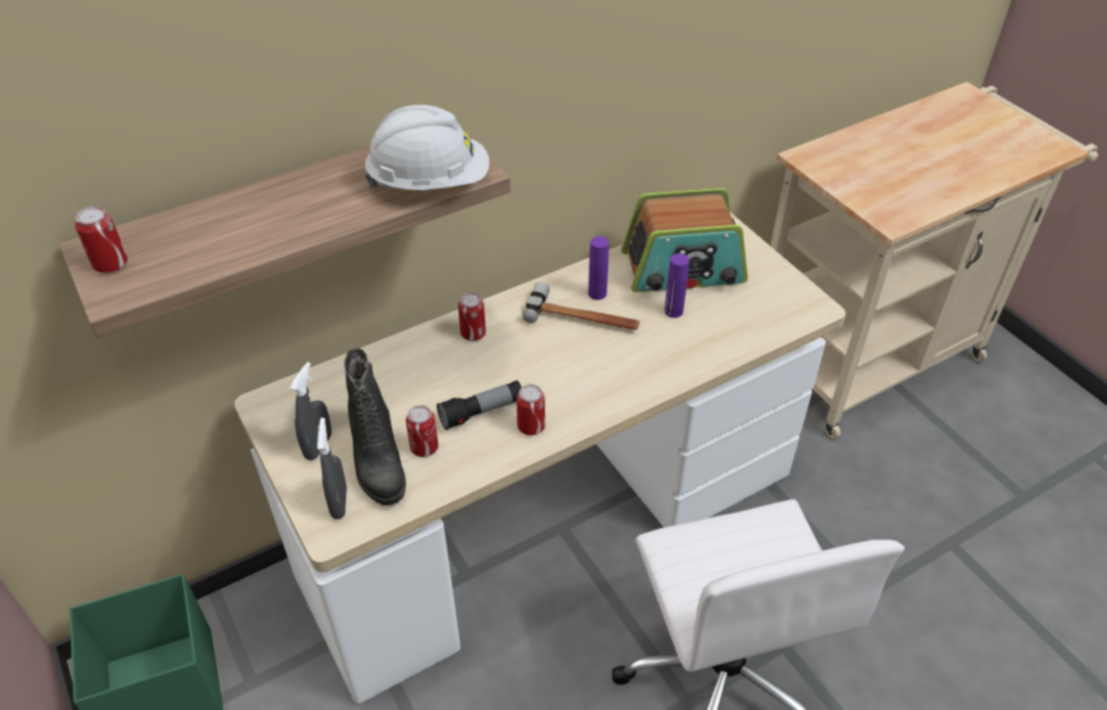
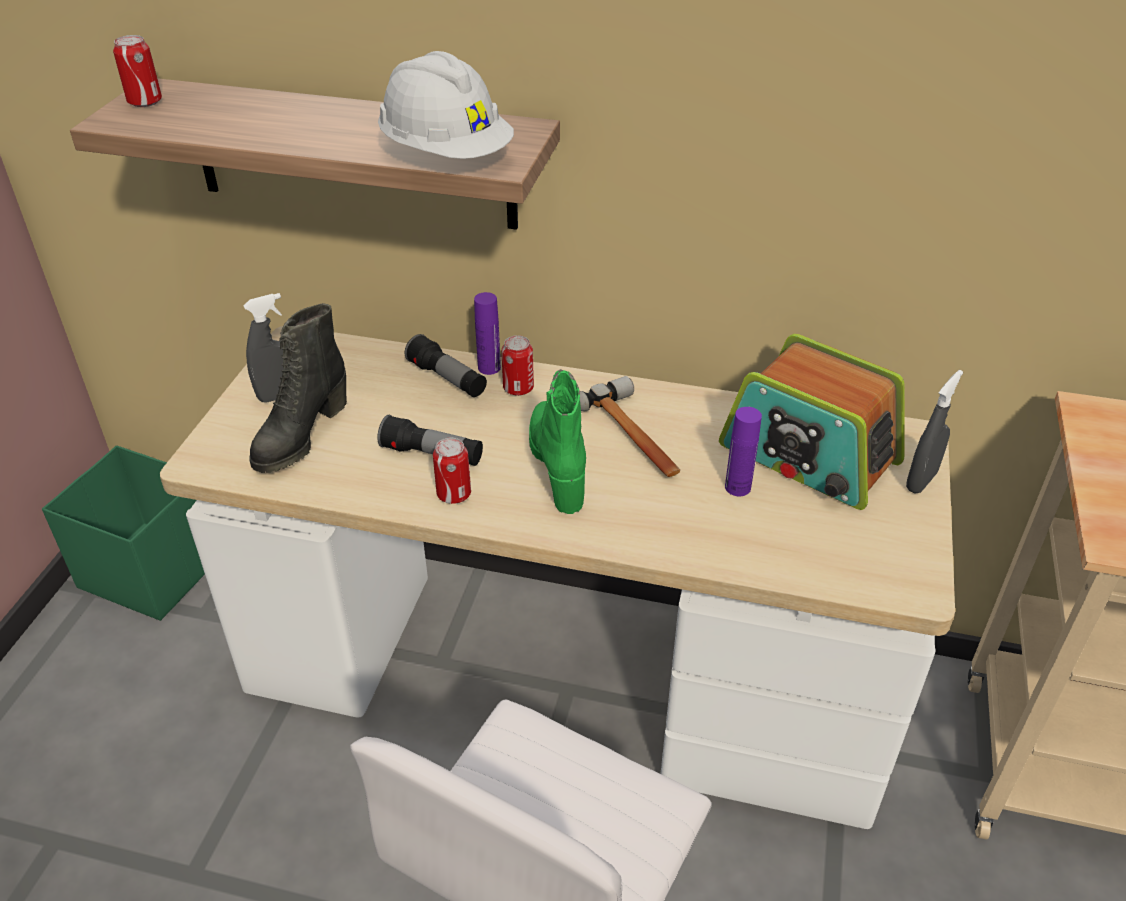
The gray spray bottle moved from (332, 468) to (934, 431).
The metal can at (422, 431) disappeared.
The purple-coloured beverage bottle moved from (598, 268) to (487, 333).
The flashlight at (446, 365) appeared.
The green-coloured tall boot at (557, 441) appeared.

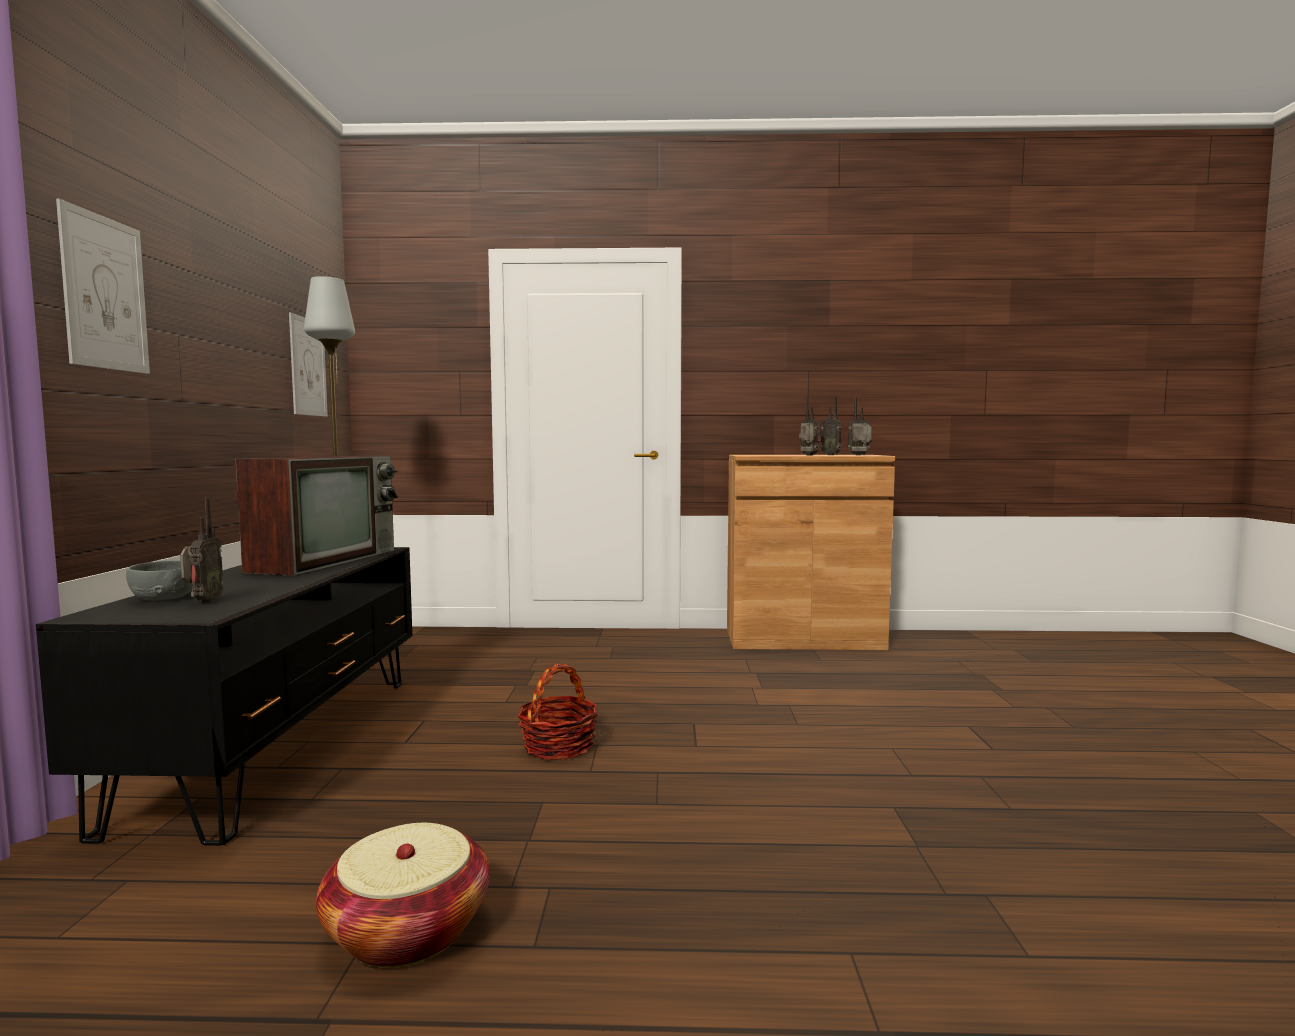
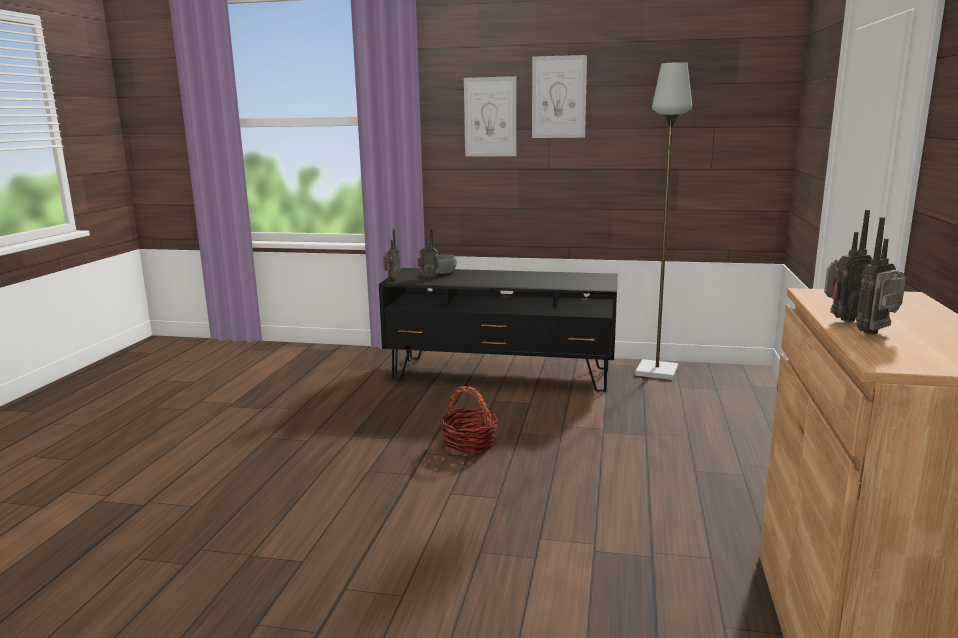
The TV set at (317, 516) disappeared.
The picture moved from (308, 365) to (559, 96).
The storage basket at (403, 895) disappeared.
The radio receiver moved from (860, 426) to (391, 254).

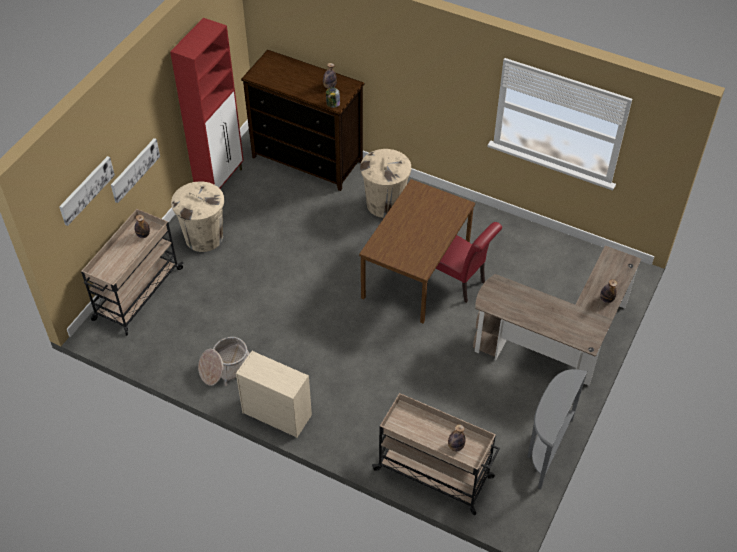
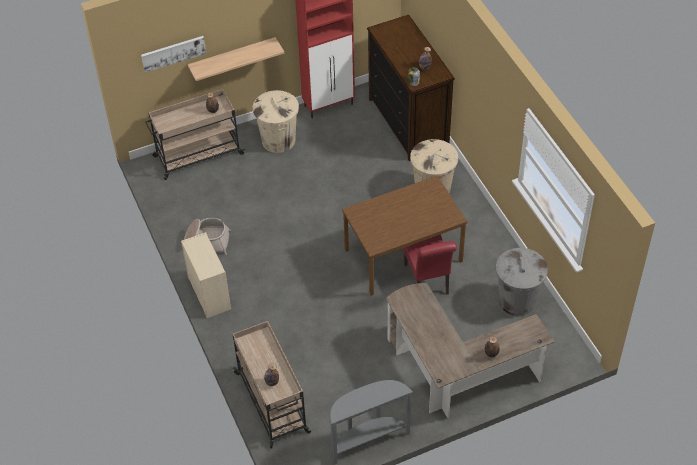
The picture at (135, 170) was replaced by the shelf at (236, 59).
The gray trash can at (522, 282) appeared.

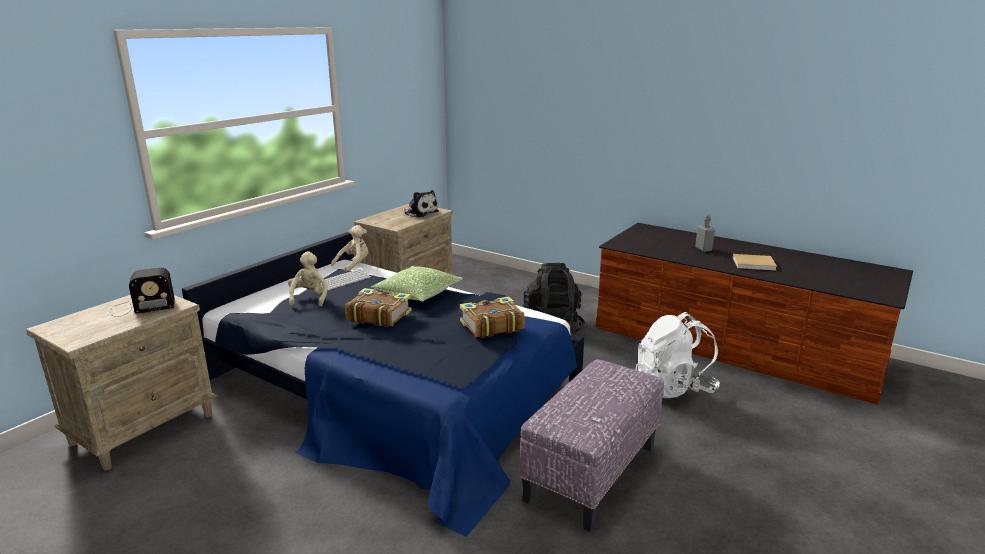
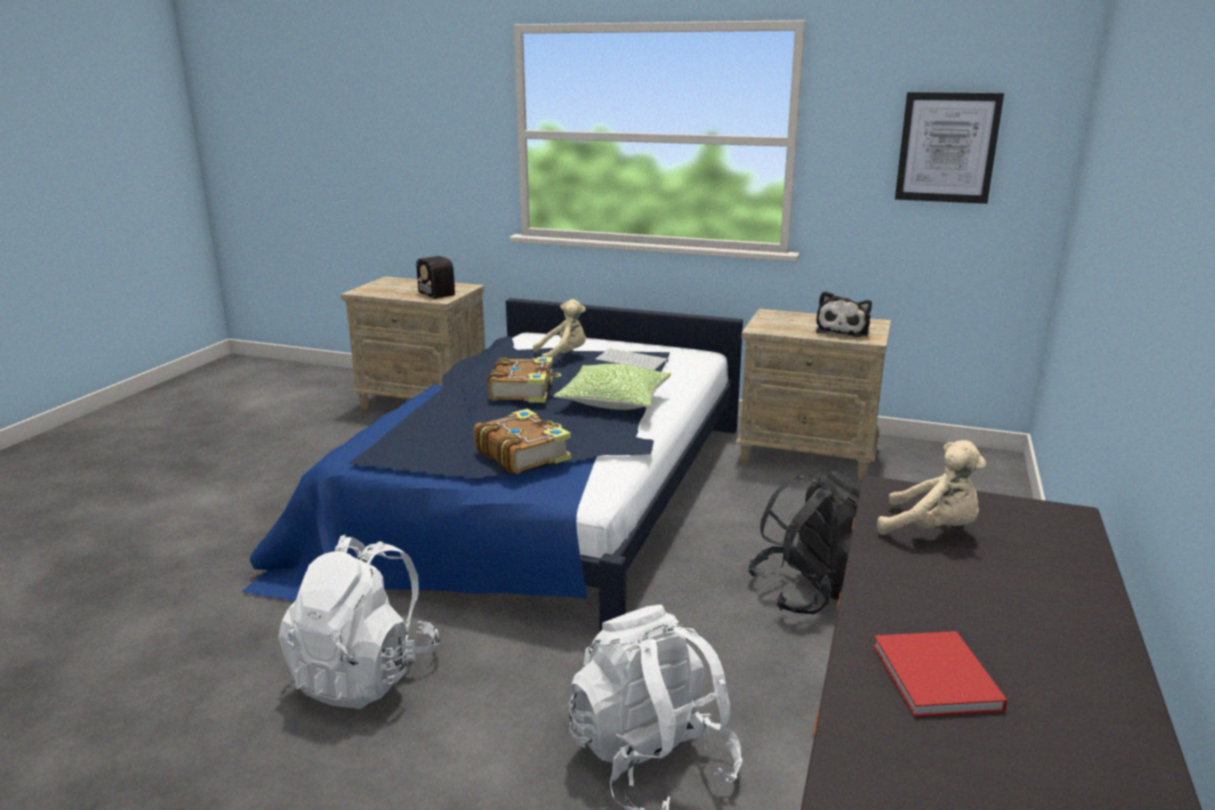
The sand-coloured soft toy moved from (349, 248) to (931, 487).
The footrest at (591, 445) was replaced by the white-coloured backpack at (359, 622).
The gray beverage bottle at (705, 233) disappeared.
The sand-coloured book at (755, 262) became the red book at (940, 674).
The picture at (949, 148) appeared.

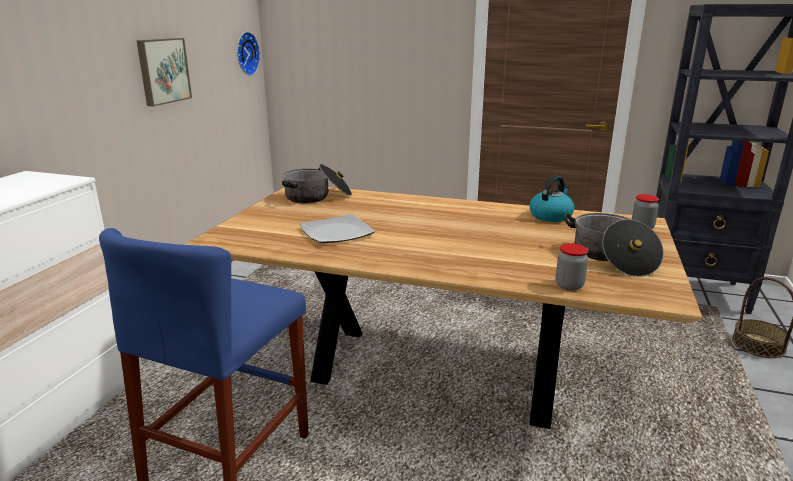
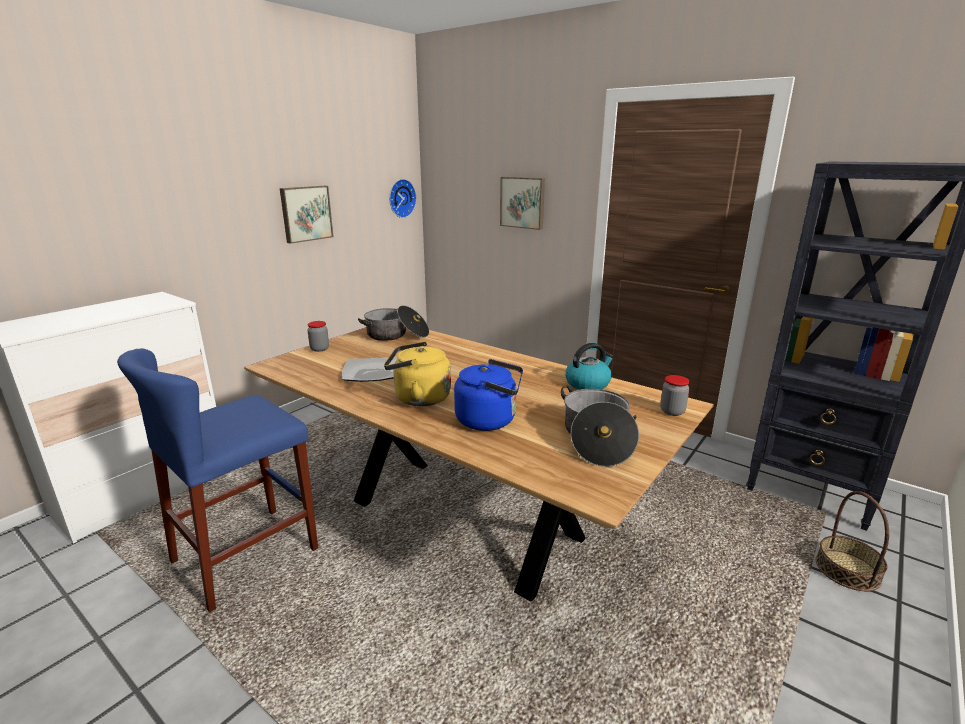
The preserve jar moved from (572, 267) to (318, 336).
The yellow water kettle at (417, 373) appeared.
The blue-coloured water kettle at (488, 395) appeared.
The picture at (522, 203) appeared.

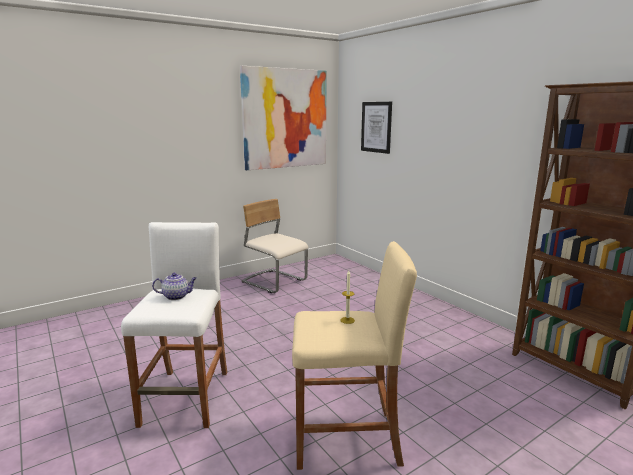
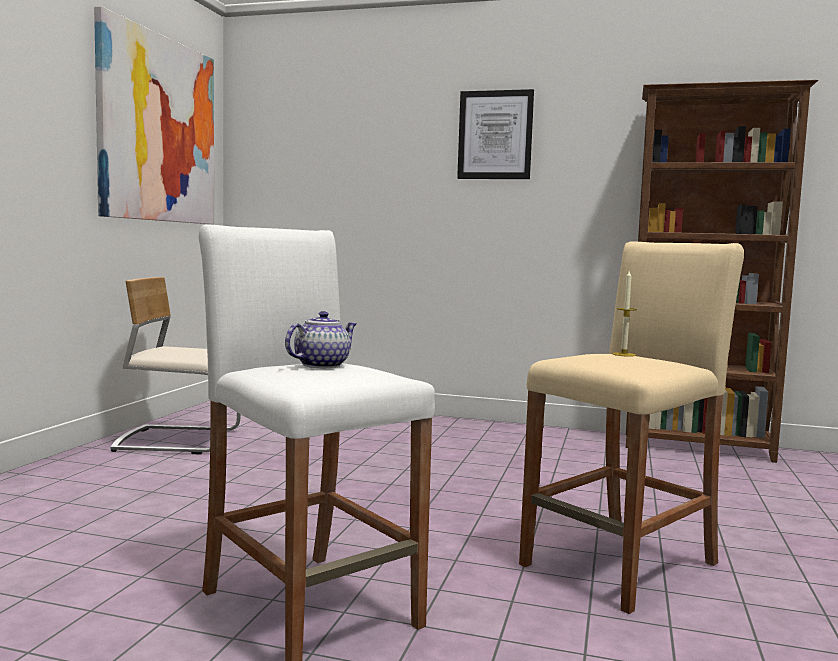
The picture moved from (376, 128) to (495, 134).

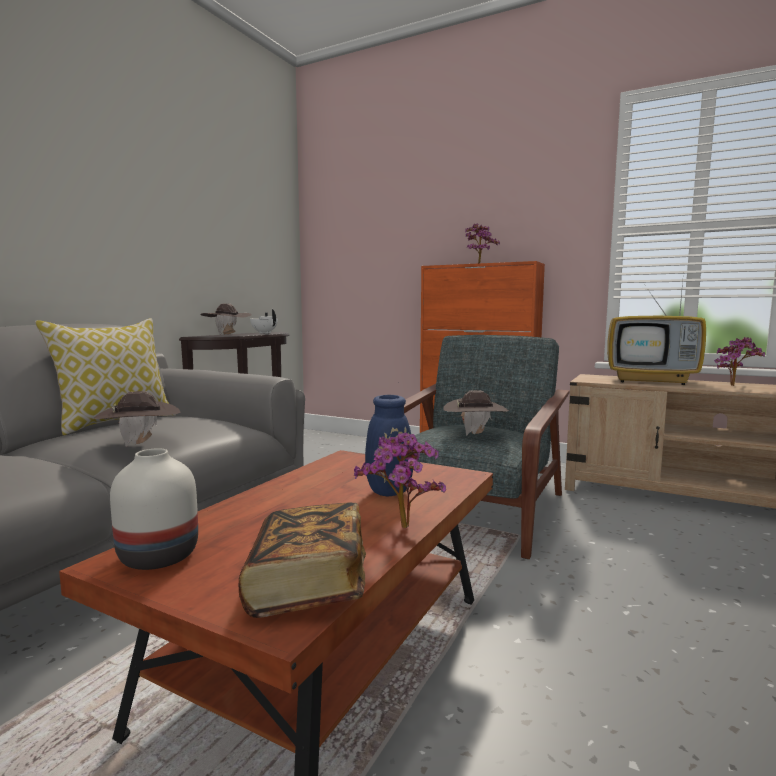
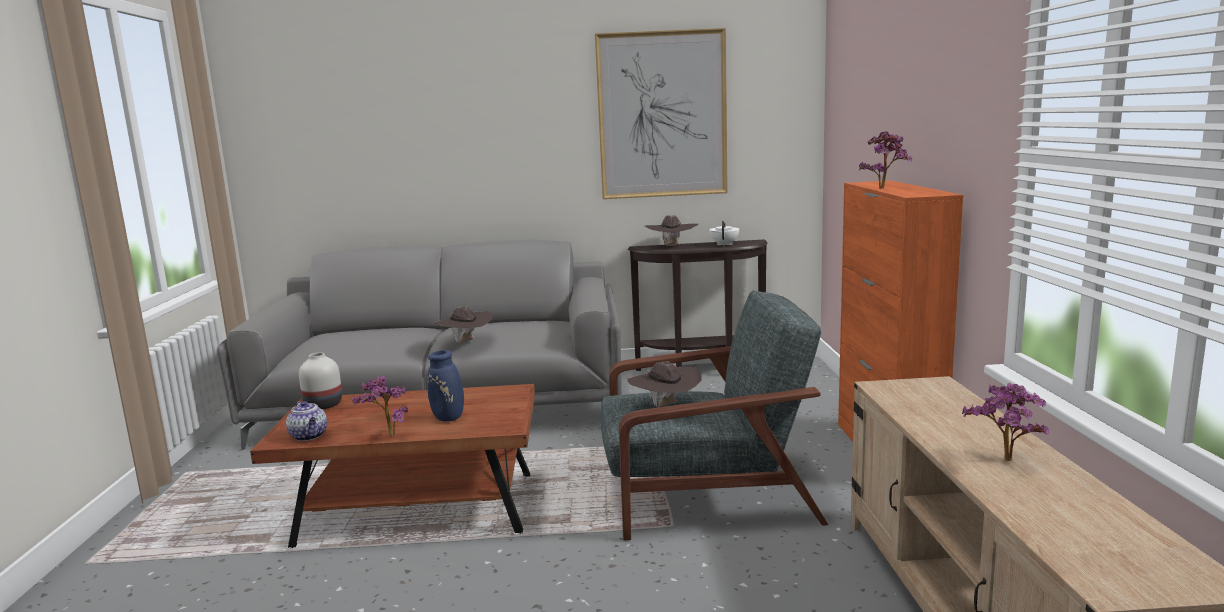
The throw pillow at (105, 377) disappeared.
The book at (302, 560) was replaced by the pot for tea at (306, 421).
The TV set at (656, 333) disappeared.
The picture at (661, 113) appeared.

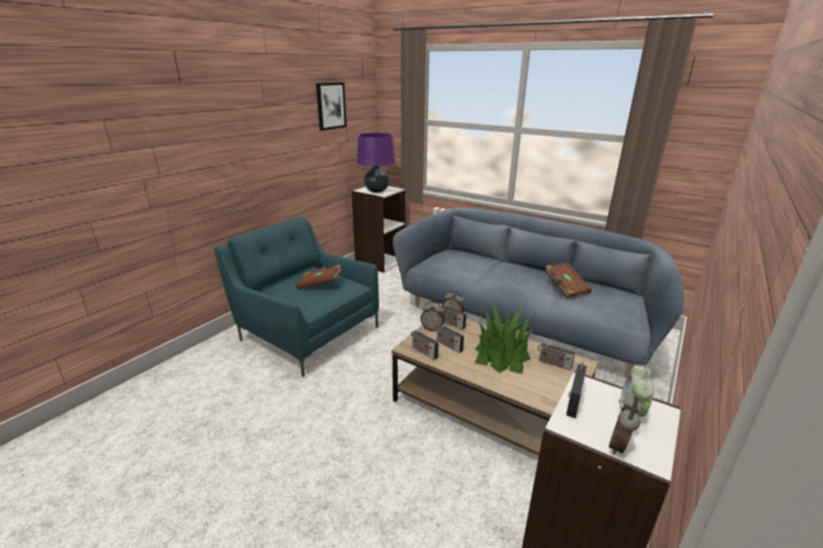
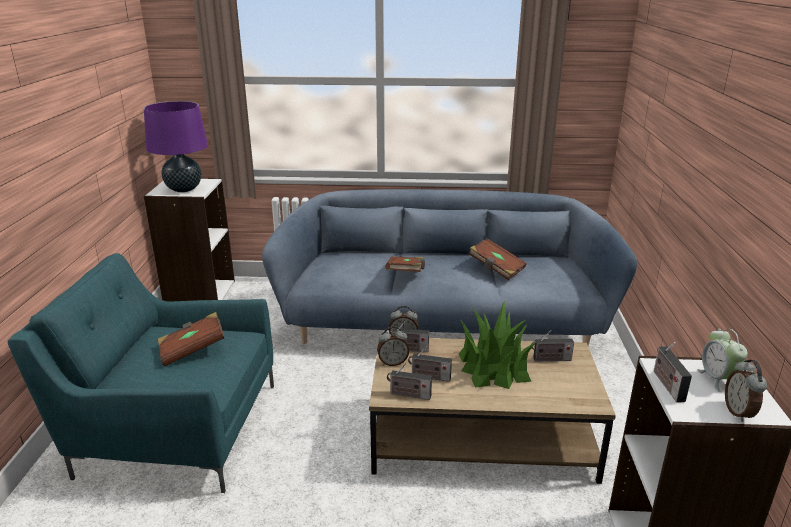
The picture at (331, 106) disappeared.
The brownish book at (405, 264) appeared.

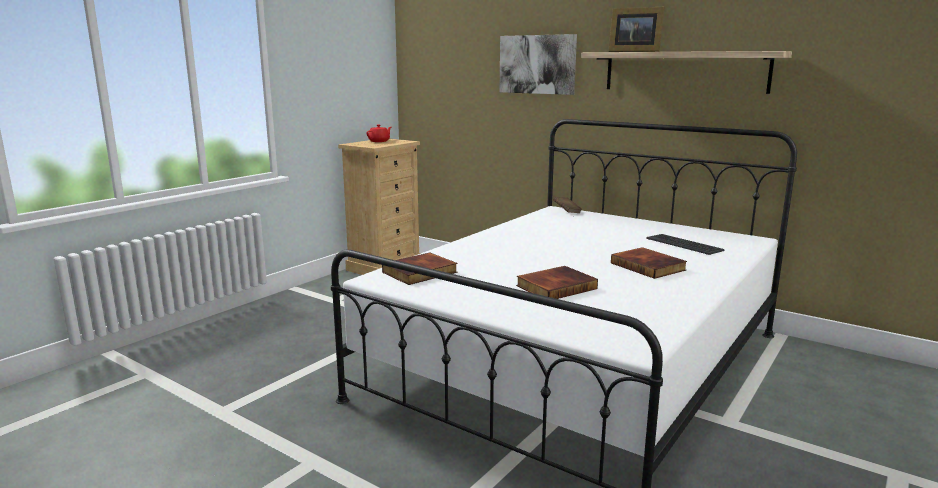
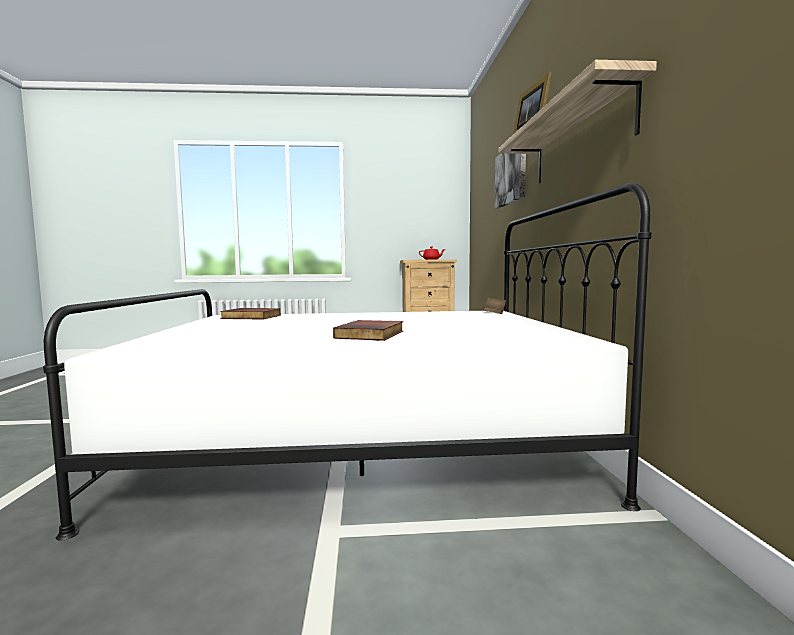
The book at (557, 282) disappeared.
The keyboard at (685, 244) disappeared.

